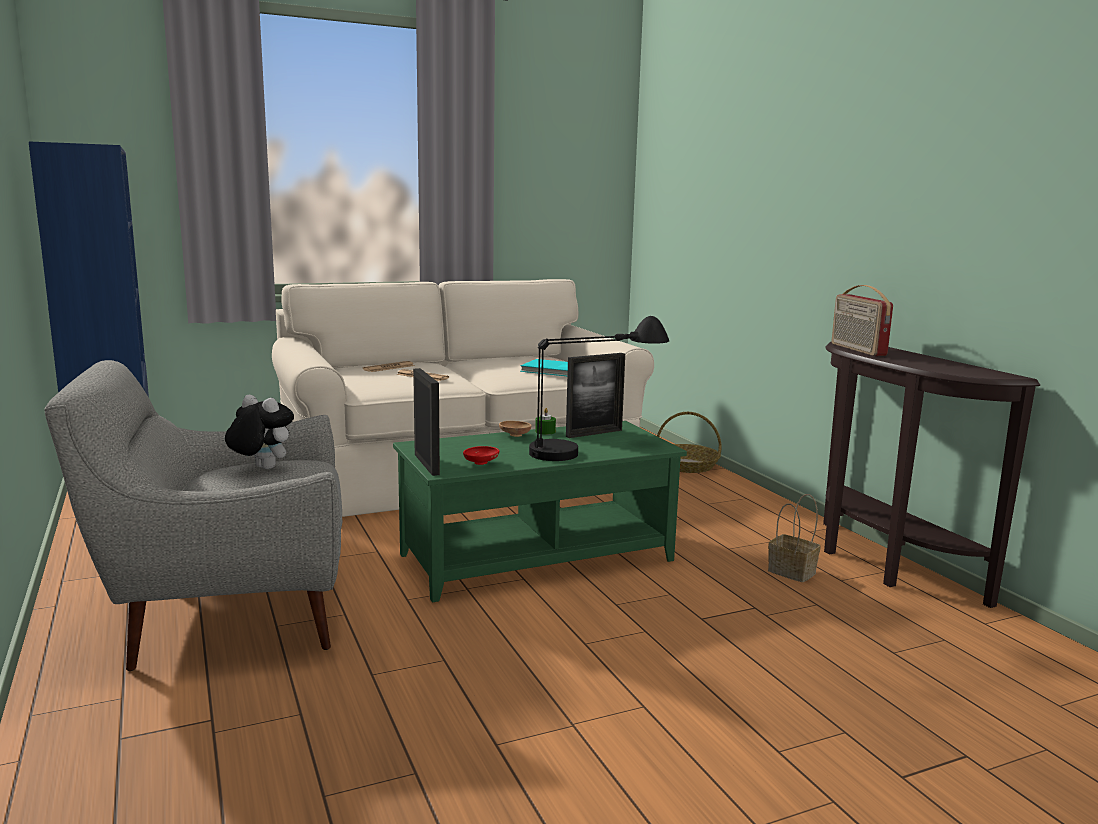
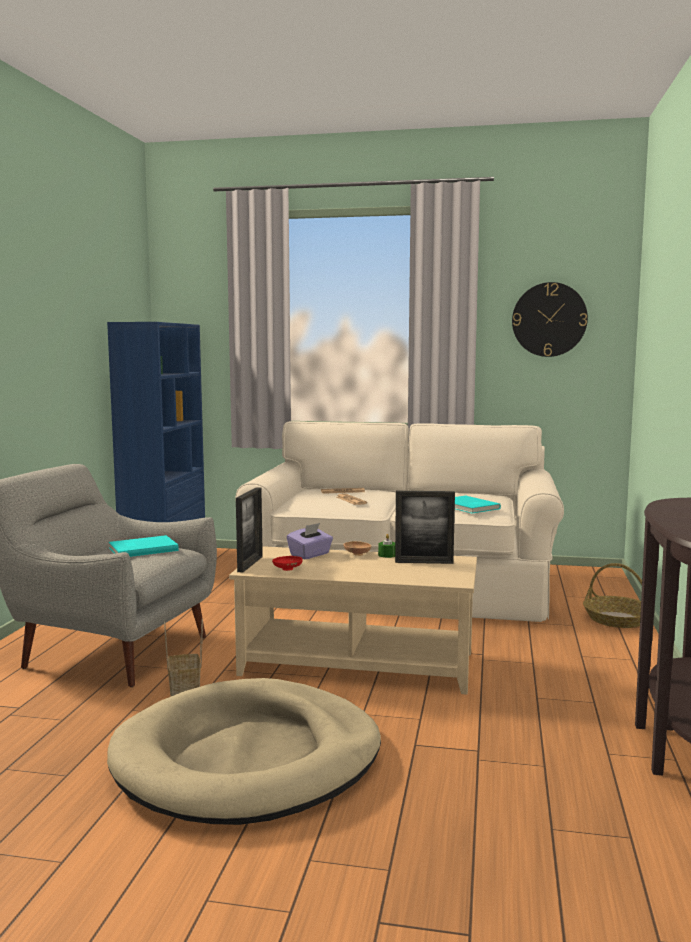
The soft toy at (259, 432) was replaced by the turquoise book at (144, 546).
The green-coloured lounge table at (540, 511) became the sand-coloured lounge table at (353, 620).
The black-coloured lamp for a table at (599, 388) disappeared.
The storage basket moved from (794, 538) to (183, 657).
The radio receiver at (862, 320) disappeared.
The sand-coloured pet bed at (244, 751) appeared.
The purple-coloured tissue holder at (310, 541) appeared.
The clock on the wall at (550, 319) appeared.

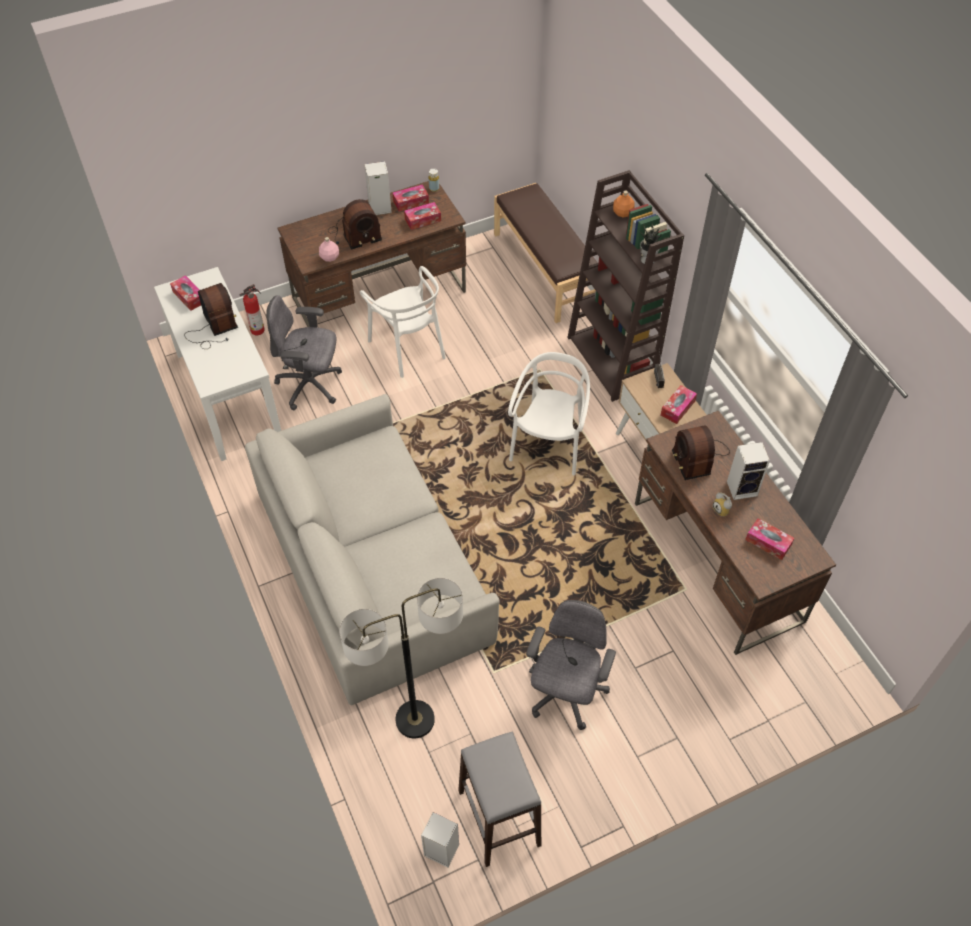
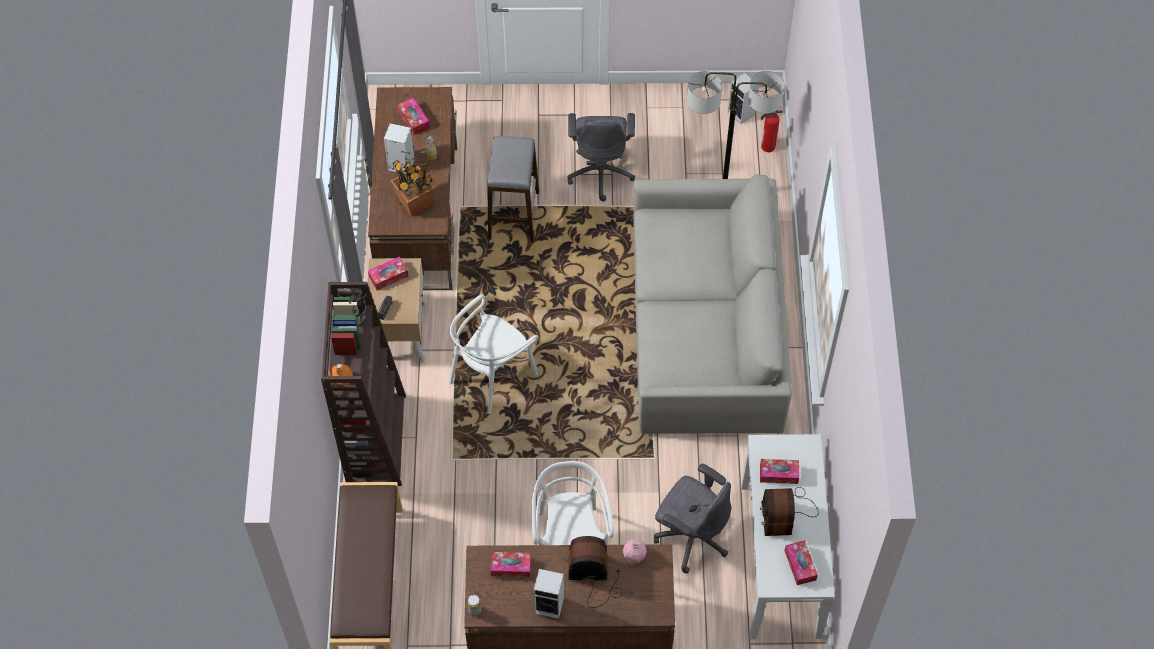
The extinguisher moved from (252, 309) to (772, 131).
The tissue holder moved from (411, 198) to (779, 471).
The gray sitting stool moved from (499, 799) to (513, 189).
The gray office chair at (571, 665) turned 45 degrees counterclockwise.
The radio receiver at (701, 452) was replaced by the potted plant at (413, 183).

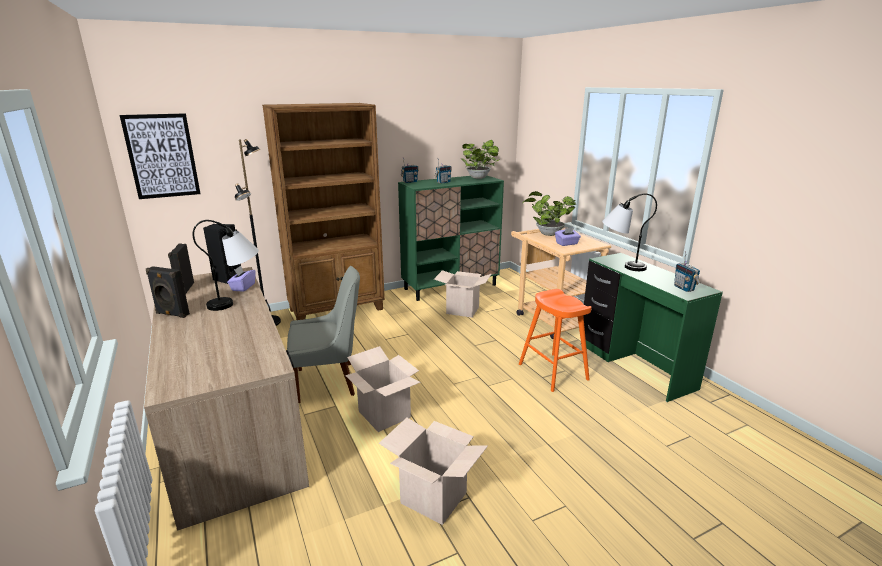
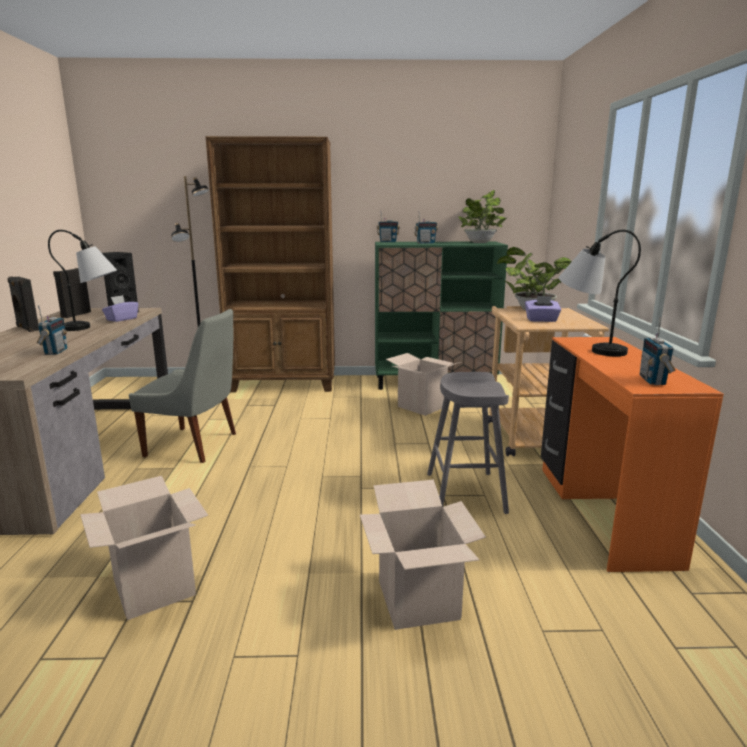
The picture at (160, 156) disappeared.
The cardboard box moved from (383, 389) to (423, 555).
The orange-coloured sitting stool at (555, 340) became the gray sitting stool at (468, 443).
The green-coloured desk unit at (653, 327) became the orange-coloured desk unit at (632, 455).
The radio receiver at (52, 330) appeared.

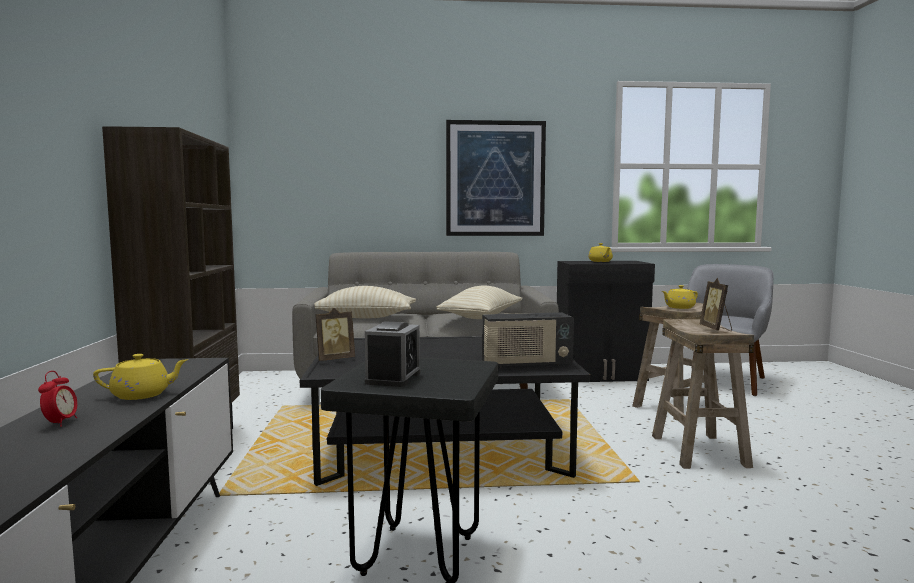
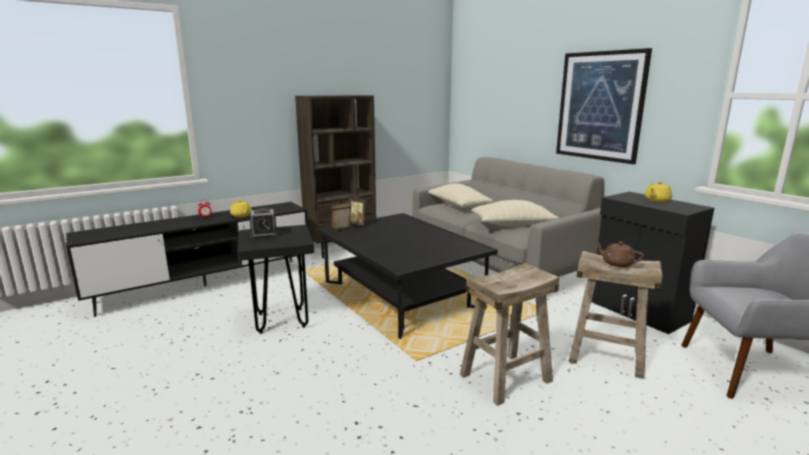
The radio receiver at (528, 340) disappeared.
The yellow pot for tea at (680, 297) became the brownish pot for tea at (619, 254).
The photo frame moved from (715, 304) to (341, 217).

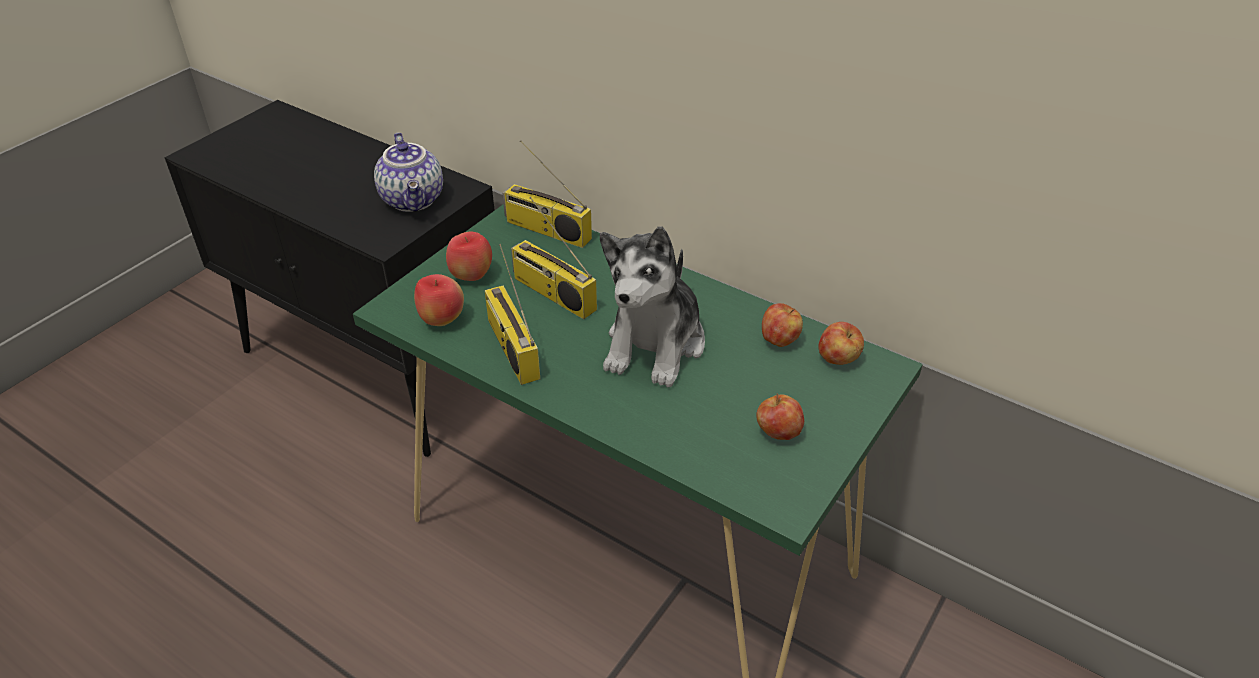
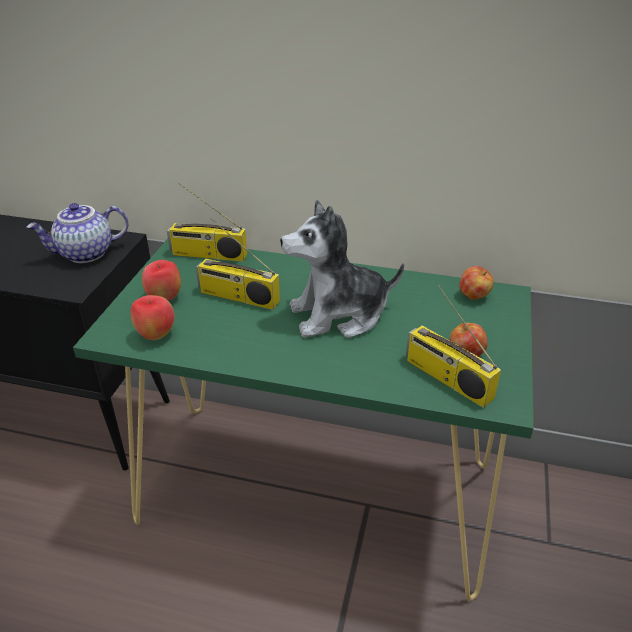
The pot for tea at (408, 172) turned 105 degrees clockwise.
The radio receiver moved from (512, 314) to (453, 346).
The soft toy at (652, 307) turned 75 degrees clockwise.
The apple at (782, 325) disappeared.

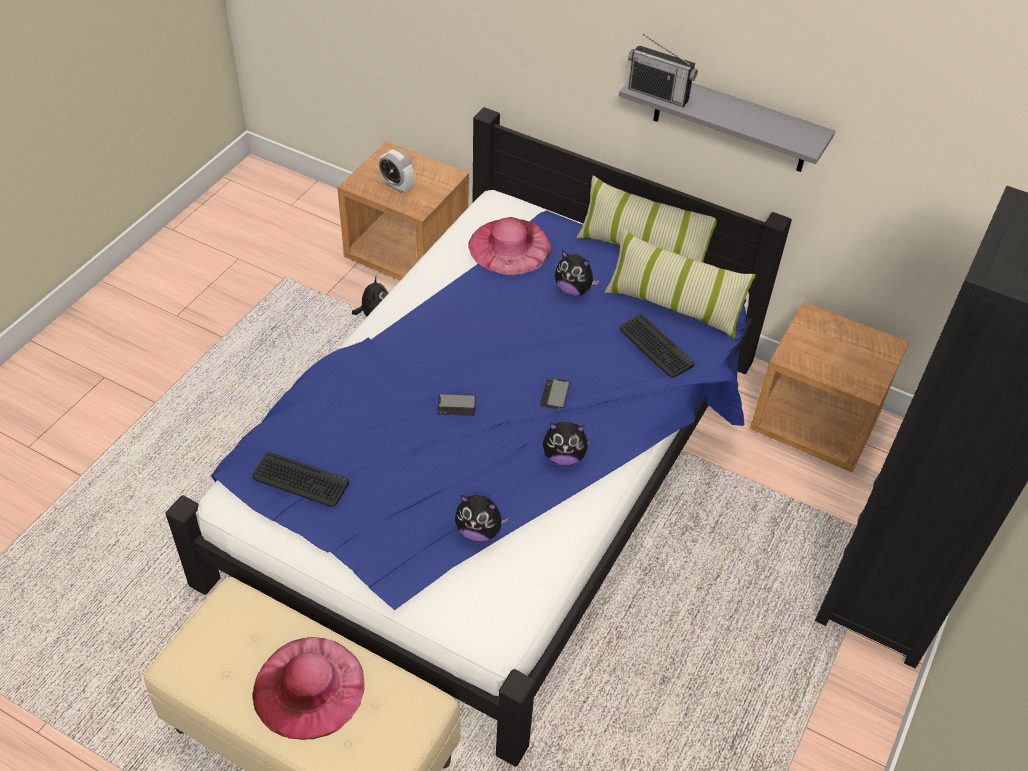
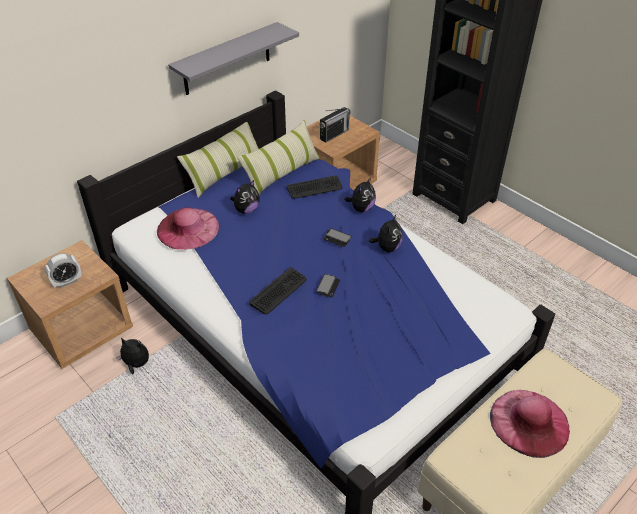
The keyboard moved from (300, 479) to (277, 291).
The soft toy moved from (482, 518) to (360, 194).
The radio receiver moved from (663, 70) to (335, 125).

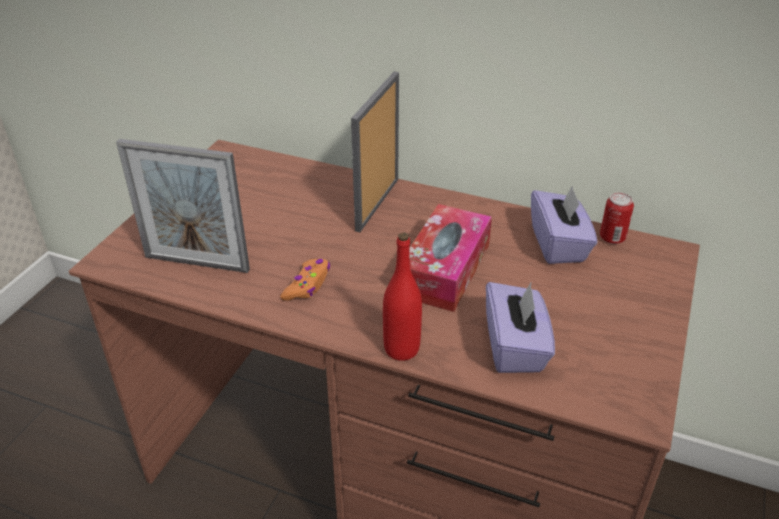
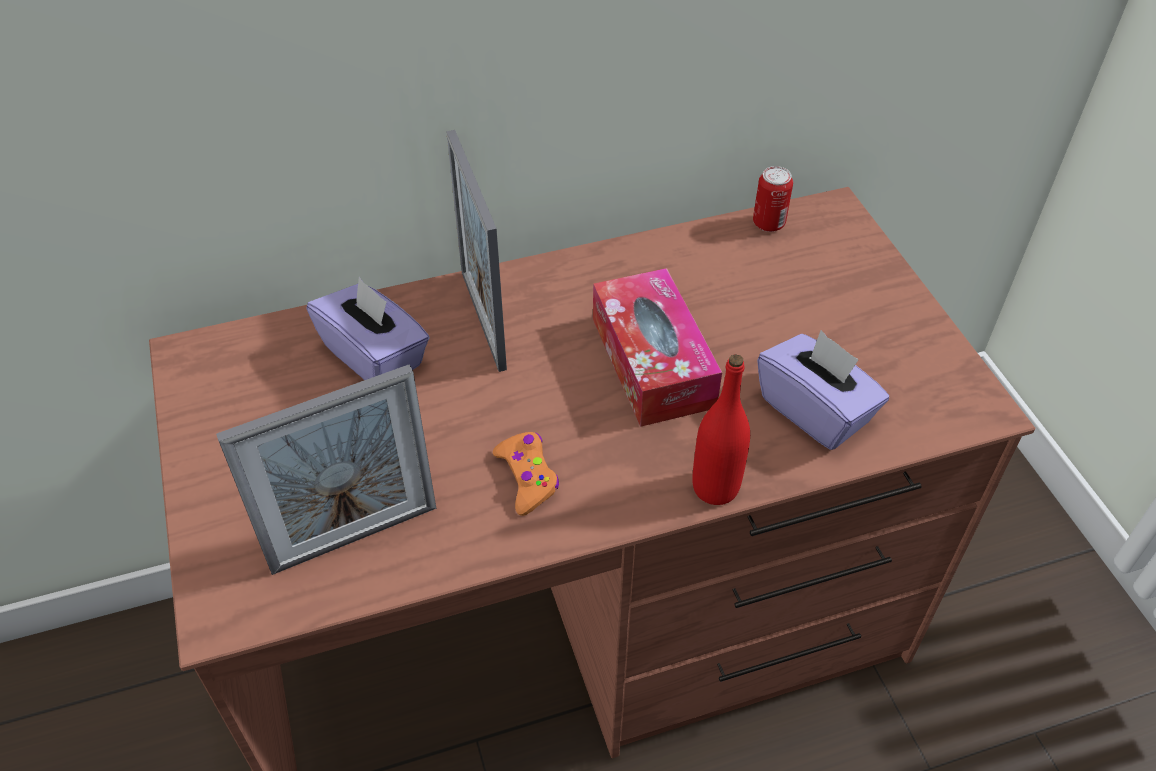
The purple-coloured tissue holder moved from (564, 224) to (368, 328).

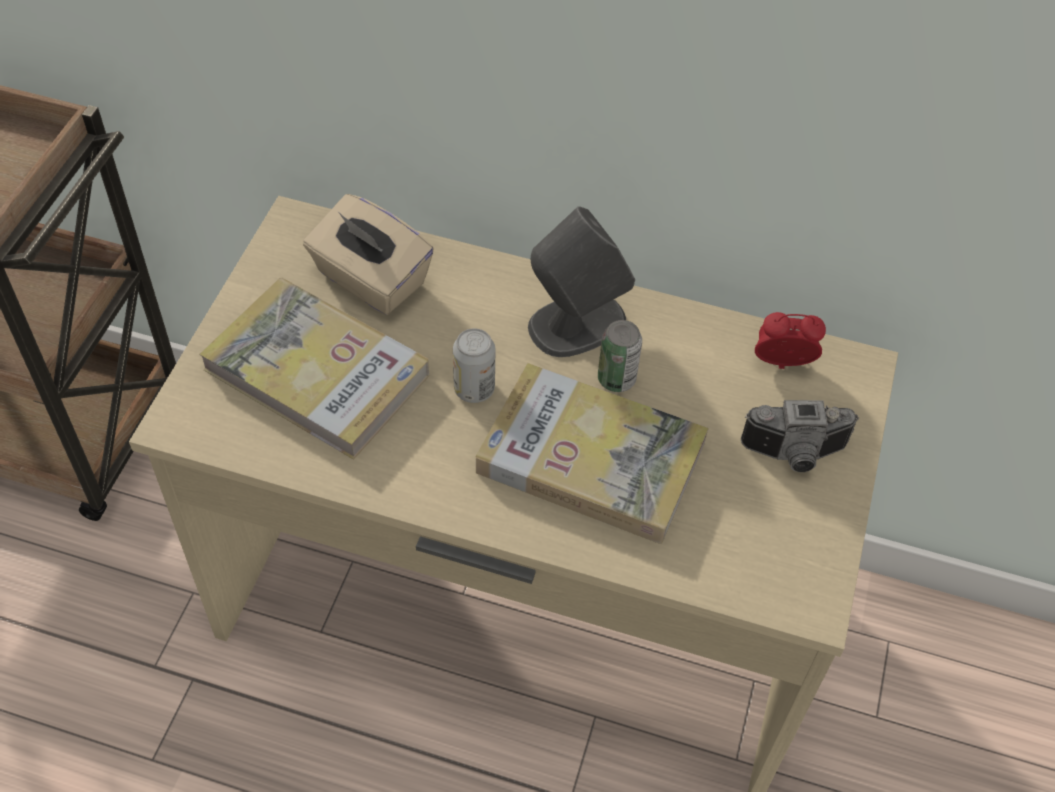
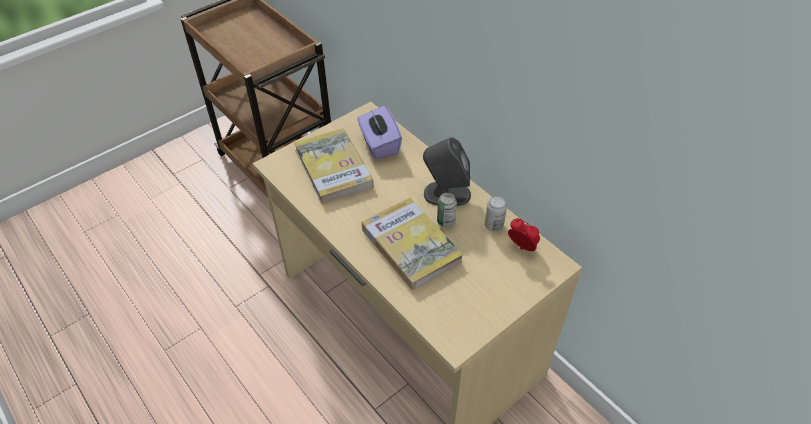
The sand-coloured tissue holder at (368, 254) became the purple-coloured tissue holder at (379, 132).
The metal can moved from (474, 365) to (496, 214).
The still camera at (800, 436) disappeared.

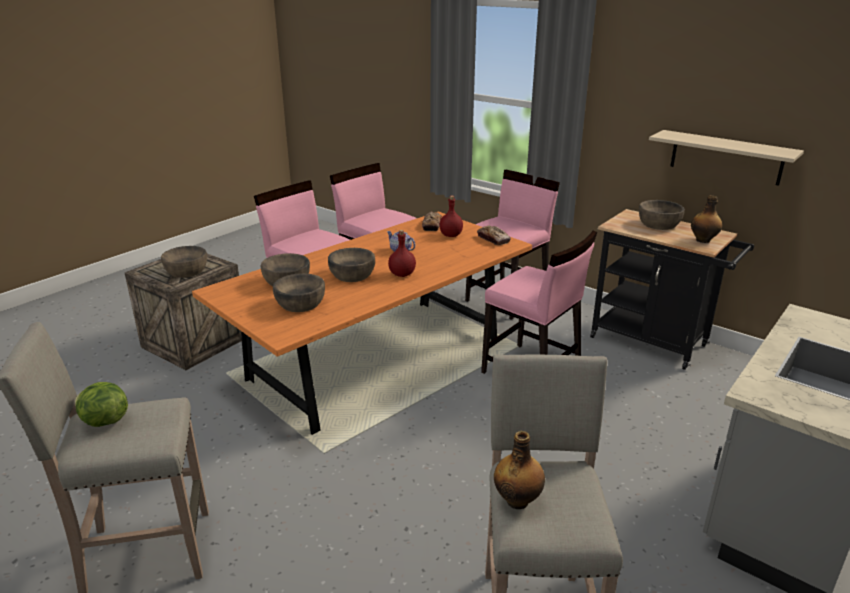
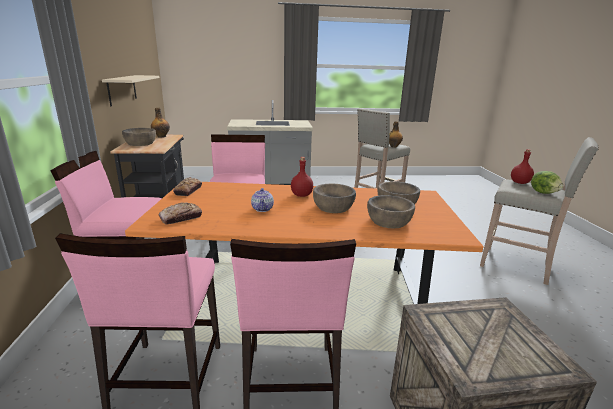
The brownish bowl at (184, 262) disappeared.
The red beverage bottle moved from (451, 216) to (522, 166).

